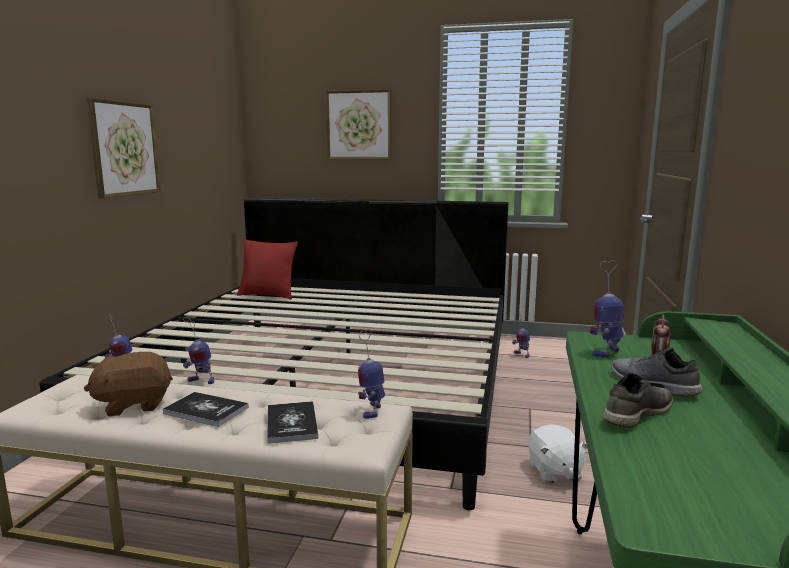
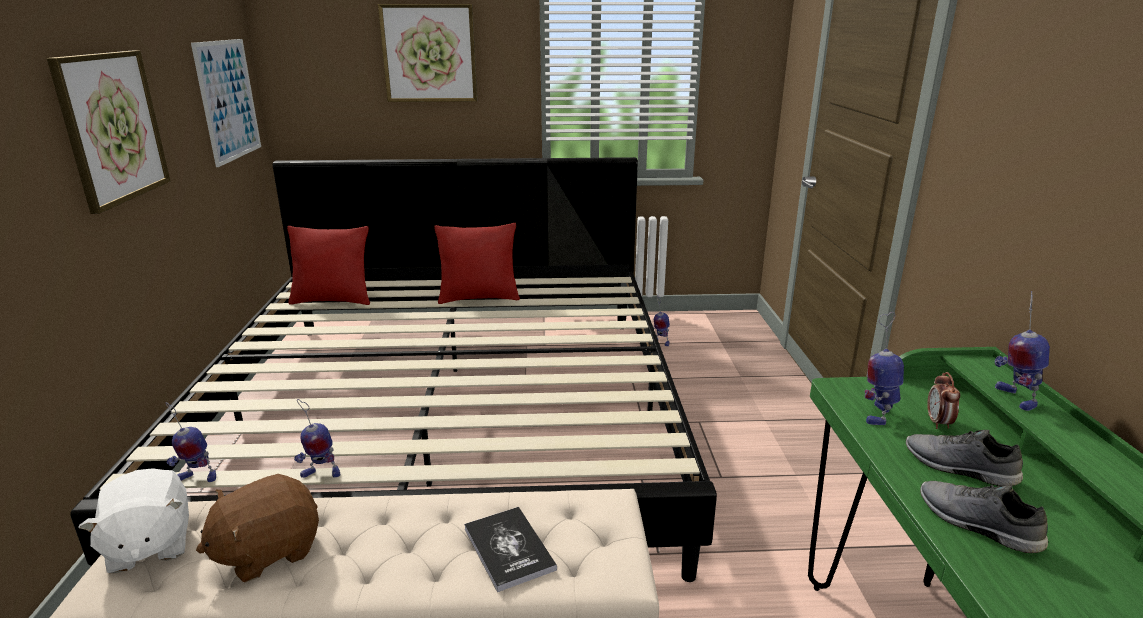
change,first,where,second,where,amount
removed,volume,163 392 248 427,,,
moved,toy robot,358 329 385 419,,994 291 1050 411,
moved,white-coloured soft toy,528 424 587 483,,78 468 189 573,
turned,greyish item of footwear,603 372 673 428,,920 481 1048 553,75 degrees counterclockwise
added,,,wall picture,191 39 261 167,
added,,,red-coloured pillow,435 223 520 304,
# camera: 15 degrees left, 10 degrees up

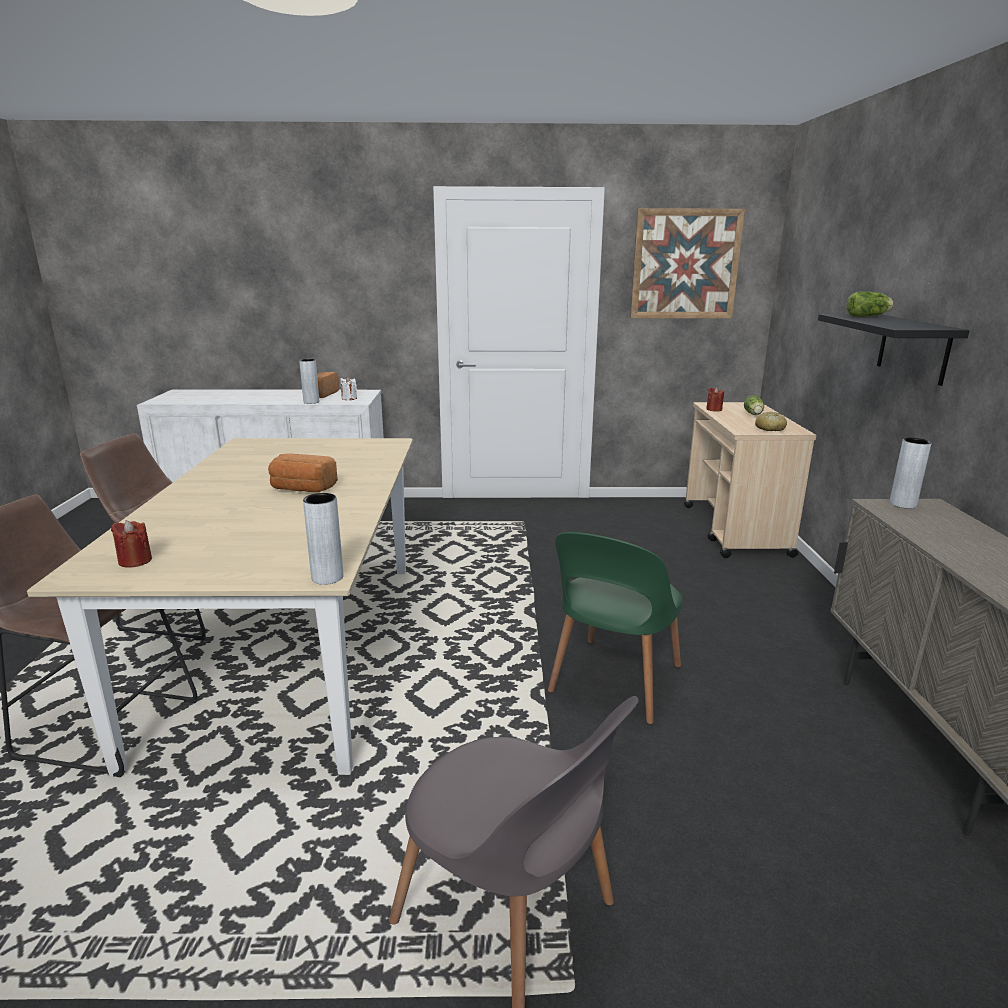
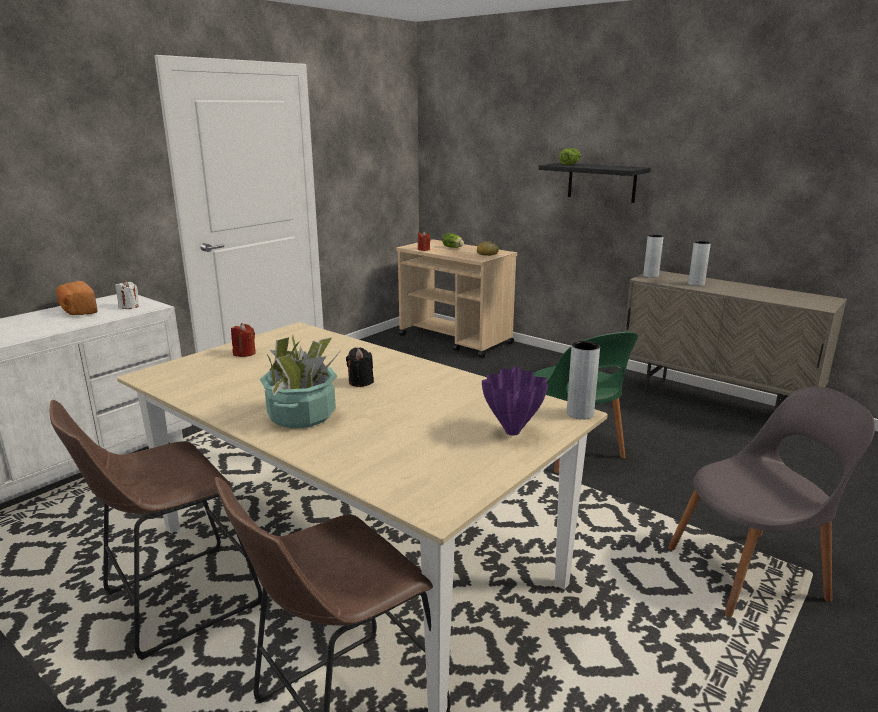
change,first,where,second,where,amount
moved,red-coloured wax candle,111 520 152 568,,231 323 256 357,
replaced,bread,268 453 338 492,black wax candle,346 348 374 387,
moved,greyish decorative vase,299 359 319 404,,688 241 711 286,
removed,wall picture,630 208 745 319,,,
added,,,potted plant,260 334 339 428,
added,,,purplish decorative vase,482 367 548 436,
# camera: 50 degrees left, 0 degrees up

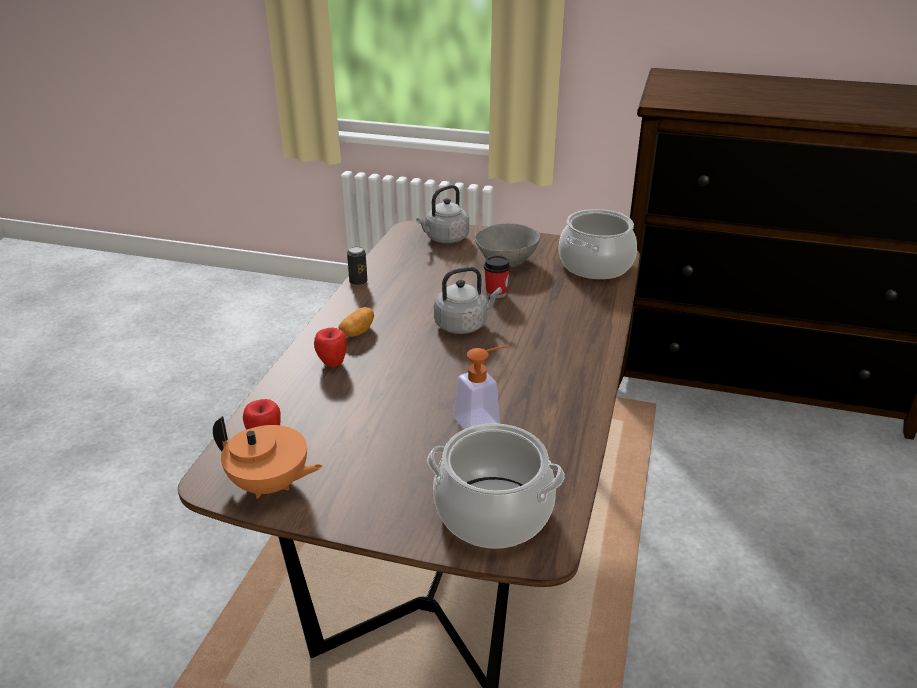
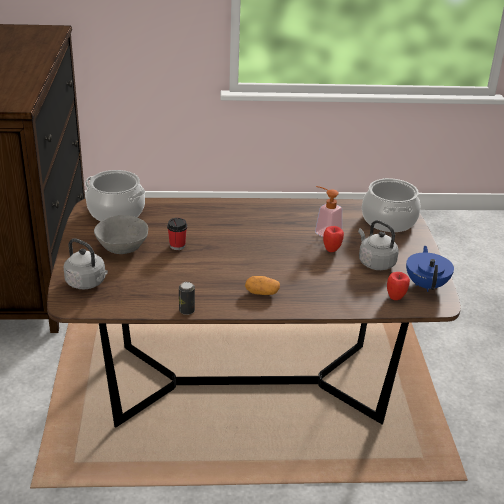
change,first,where,second,where,amount
recoloured,orangey teapot,213 416 323 499,bluish teapot,406 246 454 292,
moved,whole apple,314 327 347 367,,323 226 344 252,
moved,greyish kettle,434 267 502 334,,358 220 399 270,
# camera: 110 degrees left, 0 degrees up

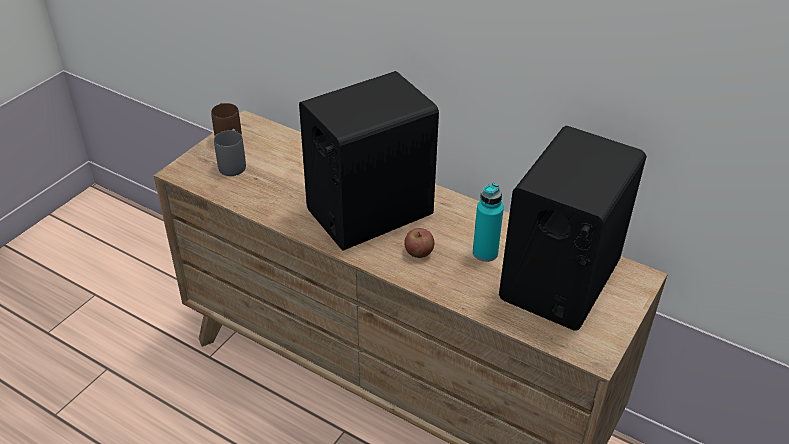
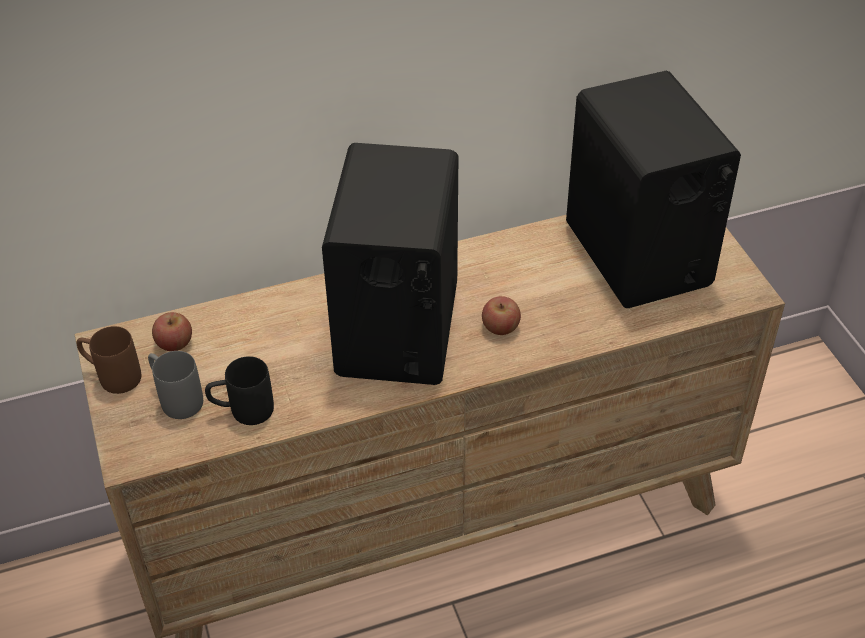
change,first,where,second,where,amount
removed,blue-green beverage bottle,473 183 504 262,,,
added,,,whole apple,152 312 192 351,
added,,,black mug,205 356 274 425,
# camera: 50 degrees left, 5 degrees up

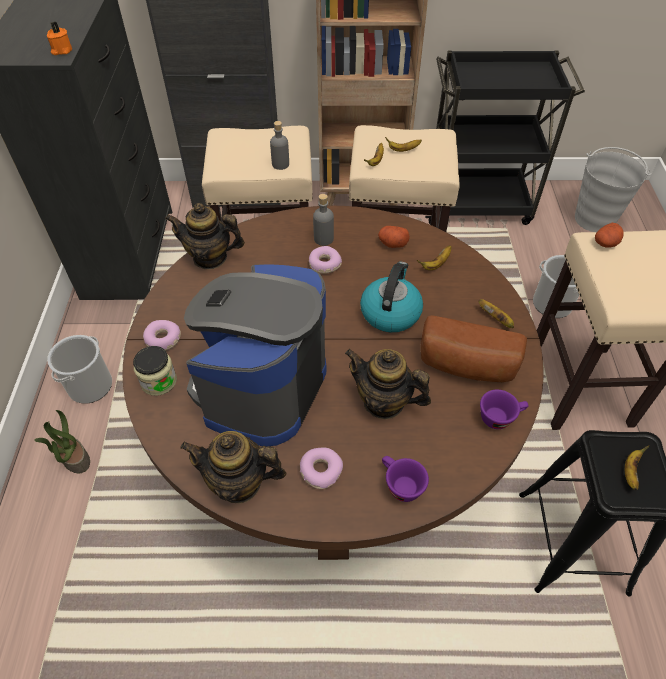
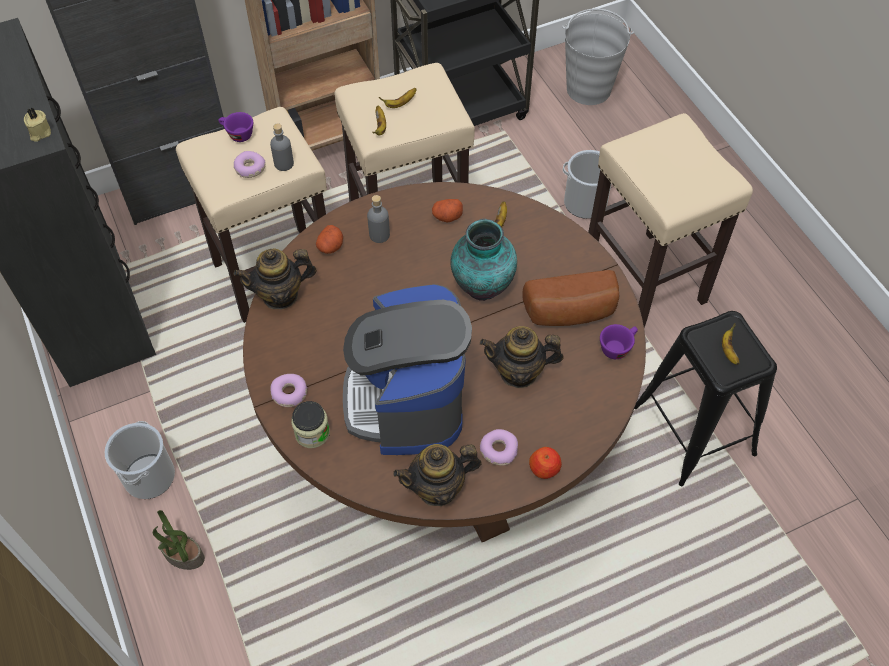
change,first,where,second,where,amount
recoloured,orangey wax candle,47 21 72 55,beige-coloured wax candle,24 108 51 142,
moved,donut,309 246 342 274,,234 151 266 178,
replaced,kettle,360 261 423 332,decorative vase,451 219 517 301,
moved,purplish cup,382 456 429 502,,218 112 253 142,
removed,whole banana,478 299 514 328,,,
moved,spud,595 223 624 248,,316 225 343 254,
added,,,whole apple,529 447 562 479,
# camera: 25 degrees left, 5 degrees up

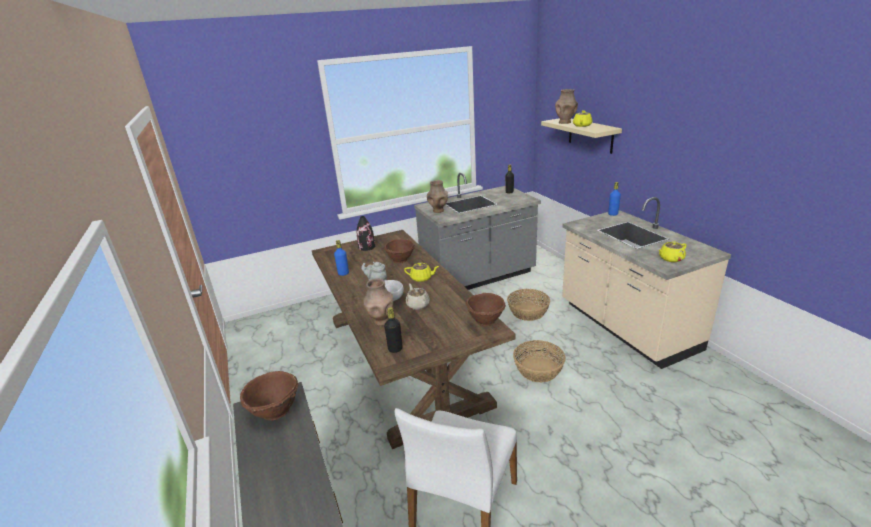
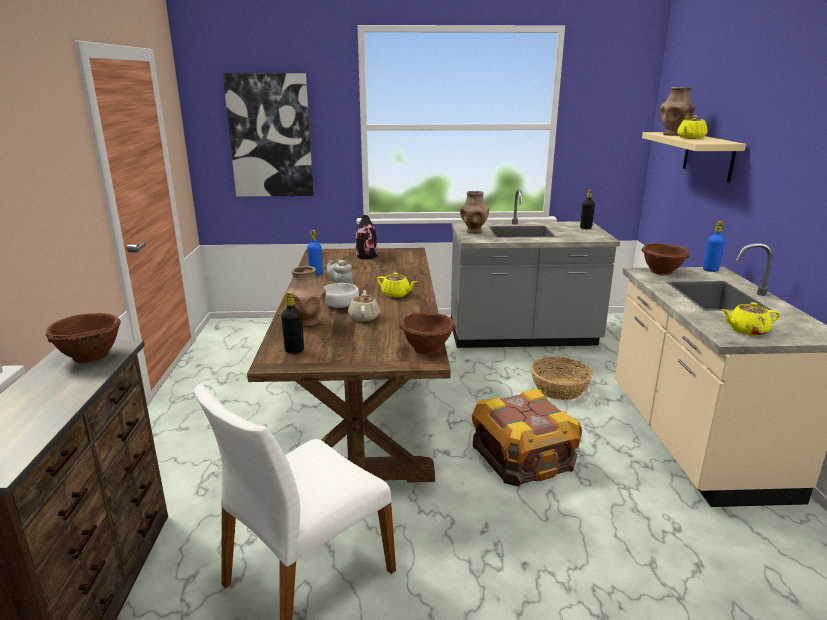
change,first,where,second,where,amount
moved,brown-coloured bowl,384 239 415 263,,642 243 690 275,
replaced,basket,513 340 566 383,crate,472 388 582 487,
added,,,wall picture,223 73 314 197,
# camera: 20 degrees right, 5 degrees down

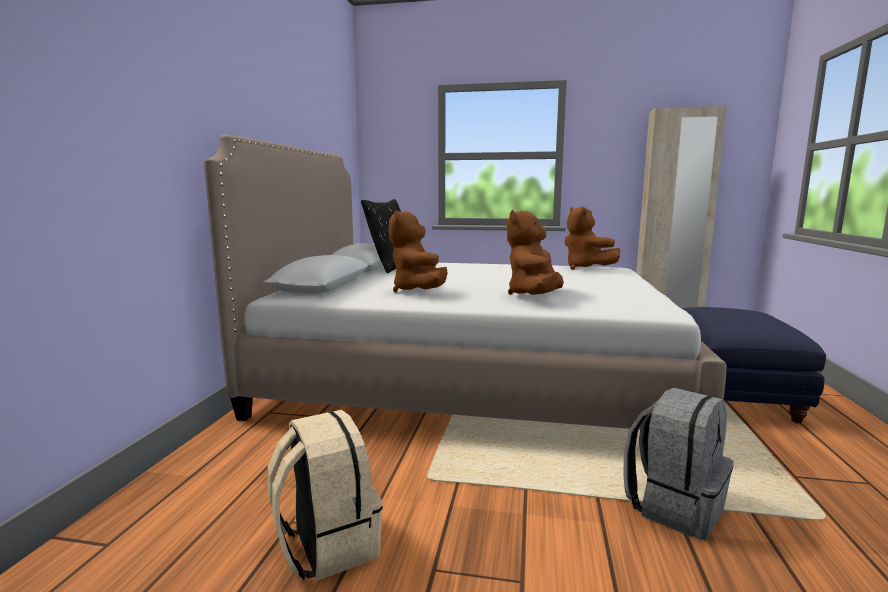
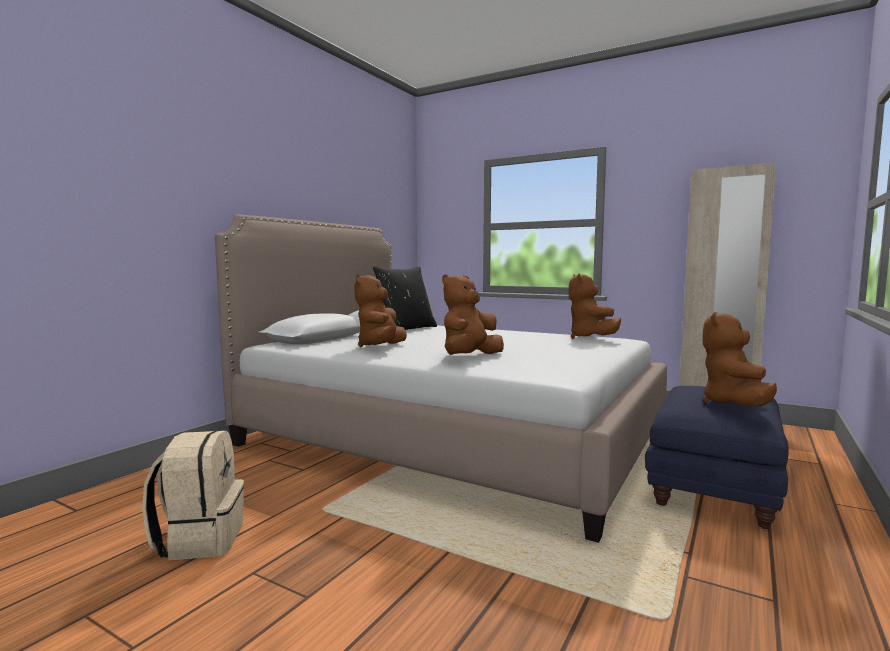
change,first,where,second,where,amount
removed,greyish knapsack,623 388 734 540,,,
added,,,brown-coloured soft toy,702 312 777 406,
# camera: 20 degrees right, 5 degrees down

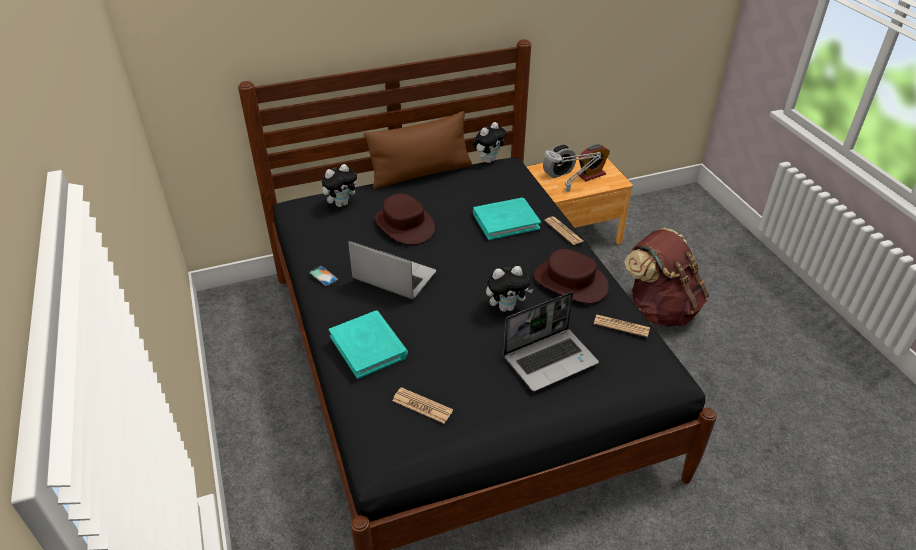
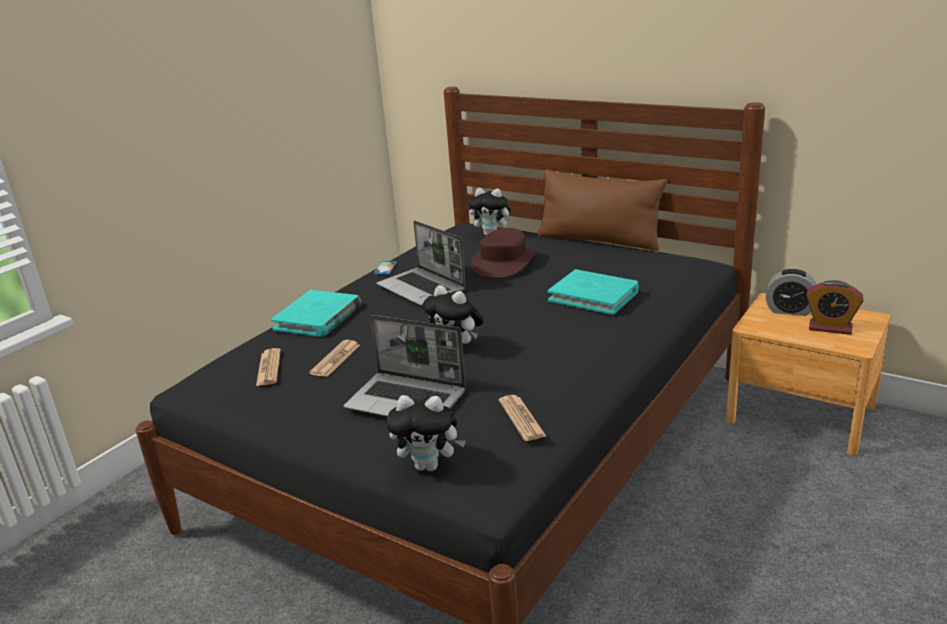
change,first,where,second,where,amount
turned,laptop,348 241 436 299,,377 220 466 306,150 degrees clockwise
moved,soft toy,473 122 507 163,,386 395 466 471,
removed,brown-coloured hat,534 249 609 304,,,
removed,greyish lamp for a table,544 150 602 192,,,
moved,newspaper,544 216 583 245,,309 340 360 377,
removed,brown-coloured knapsack,624 227 709 326,,,
# camera: 55 degrees right, 15 degrees down

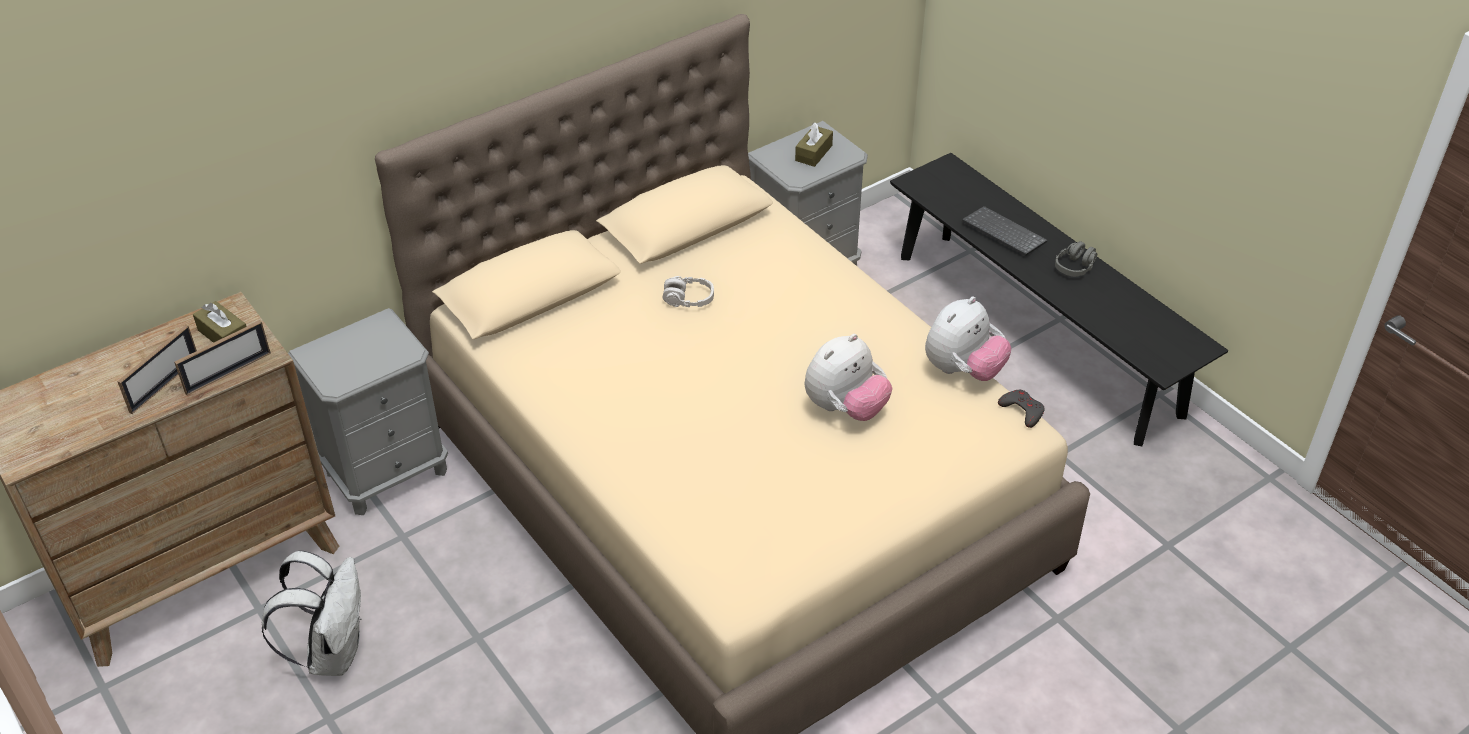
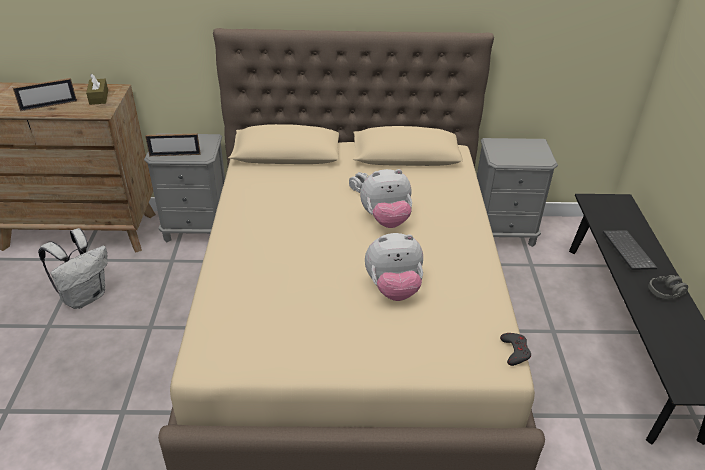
change,first,where,second,where,amount
moved,standing frame,174 320 271 395,,145 133 201 156,
removed,brown-coloured tissue holder,795 123 833 167,,,
moved,soft toy,925 296 1011 381,,360 169 412 228,
# camera: 35 degrees right, 5 degrees down

